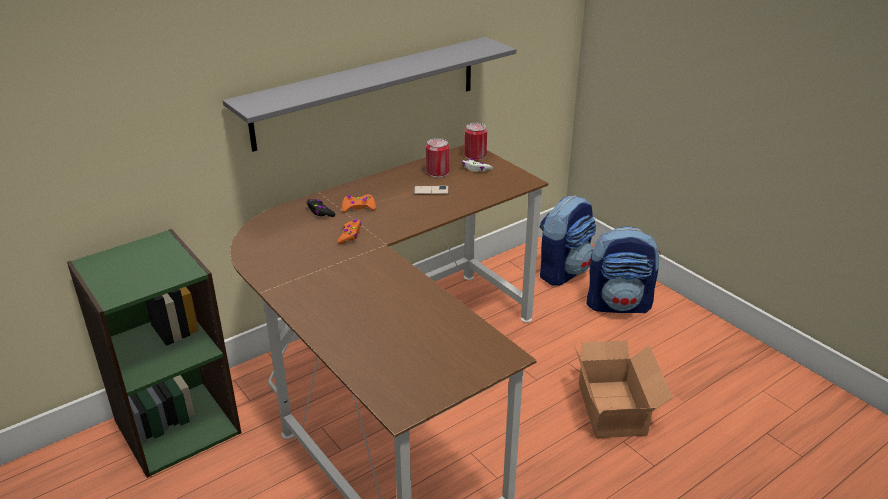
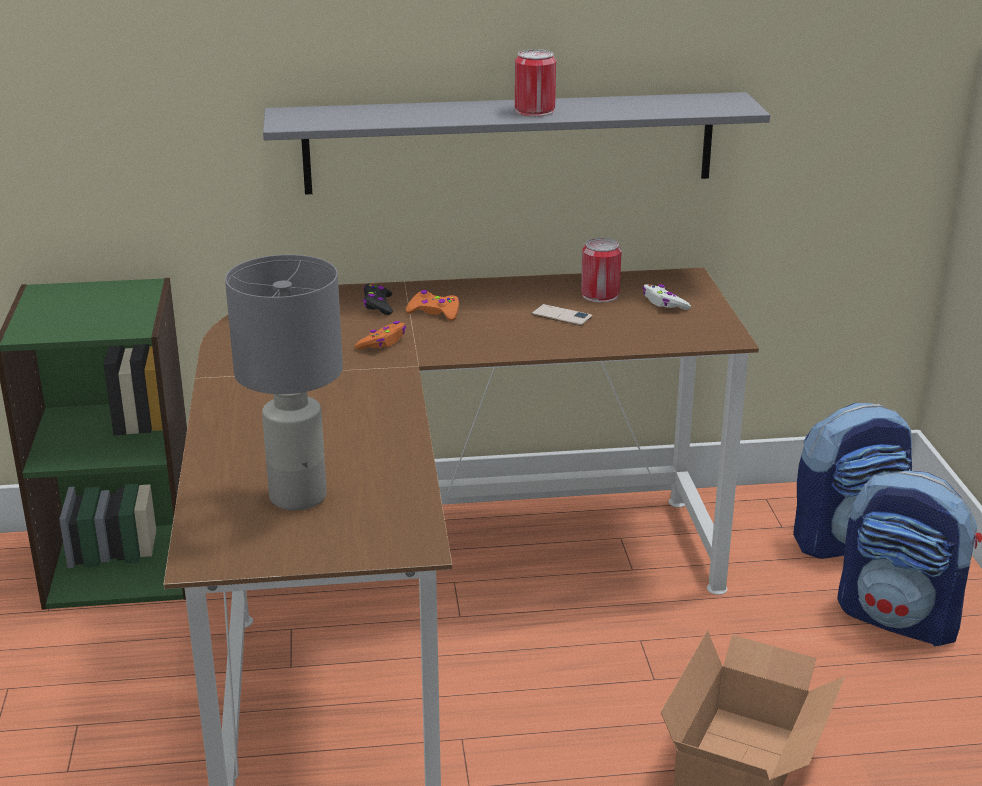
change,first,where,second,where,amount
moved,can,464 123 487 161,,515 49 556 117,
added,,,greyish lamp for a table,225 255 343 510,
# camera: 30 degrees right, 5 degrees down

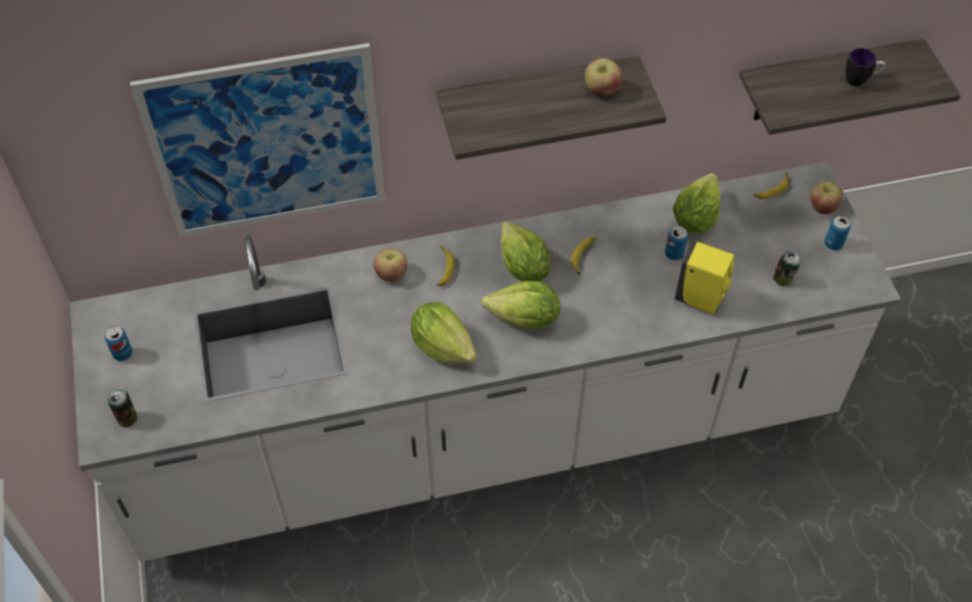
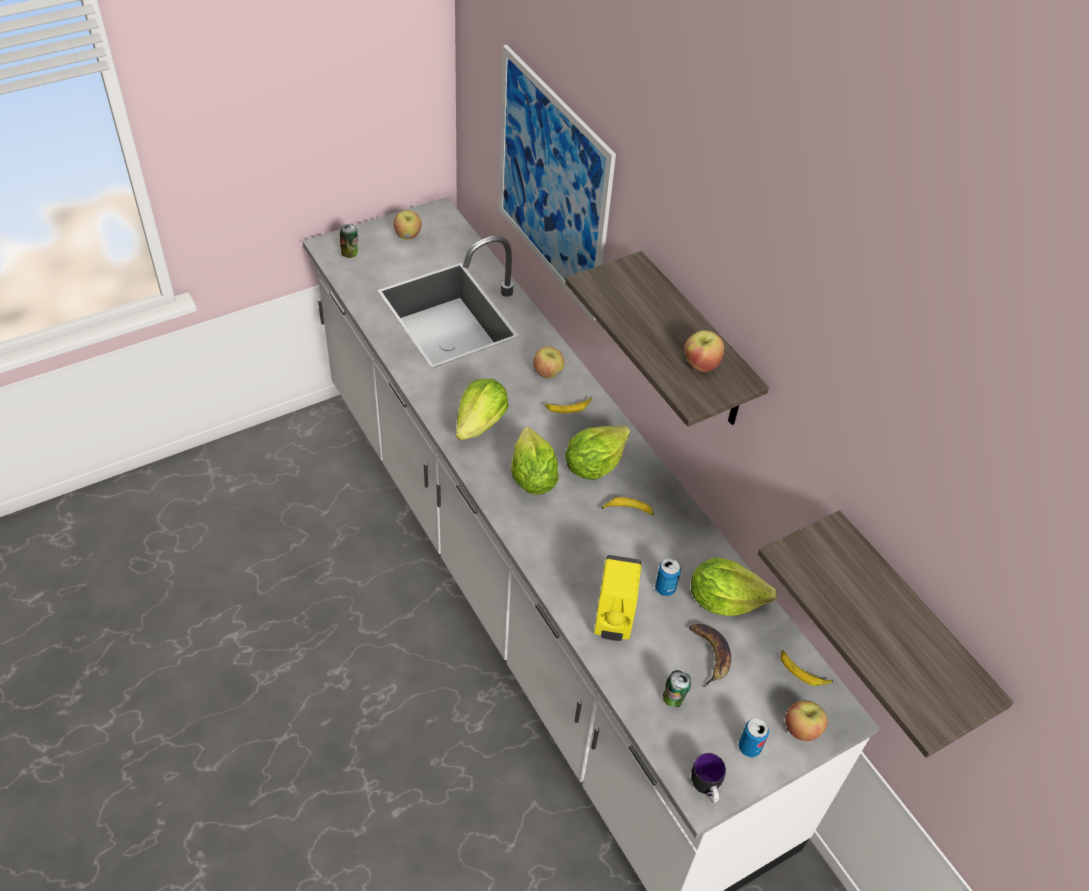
change,first,where,second,where,amount
replaced,can,104 326 132 361,whole apple,393 210 422 239,
moved,mug,846 48 886 86,,691 753 726 803,
added,,,whole banana,689 624 731 687,
# camera: 70 degrees right, 5 degrees down

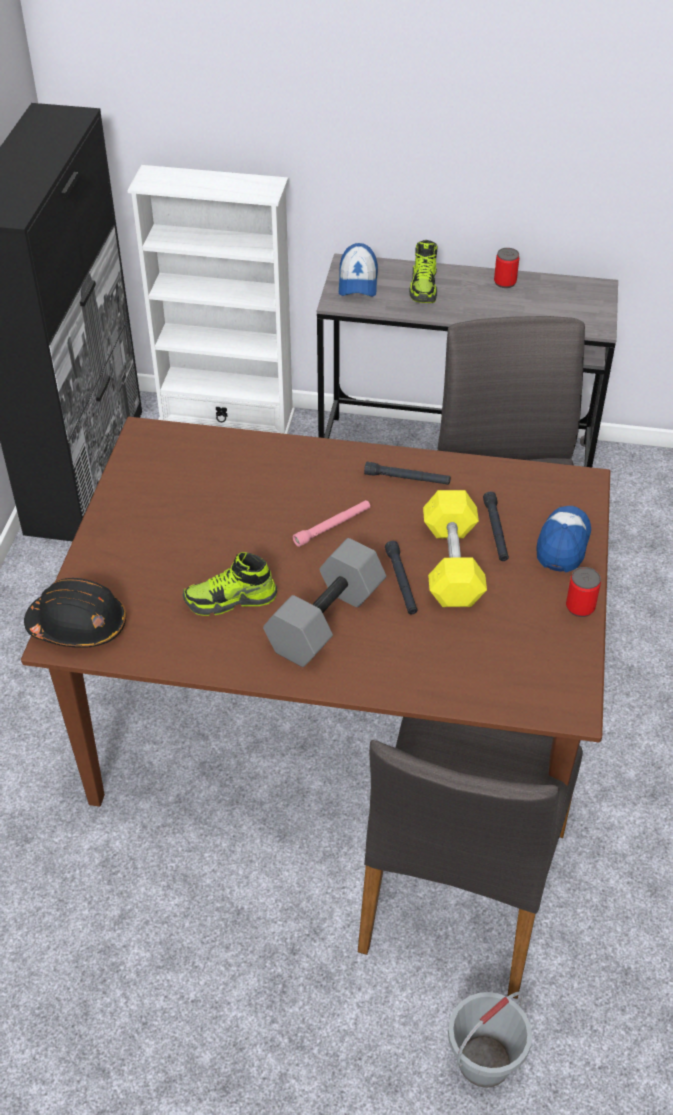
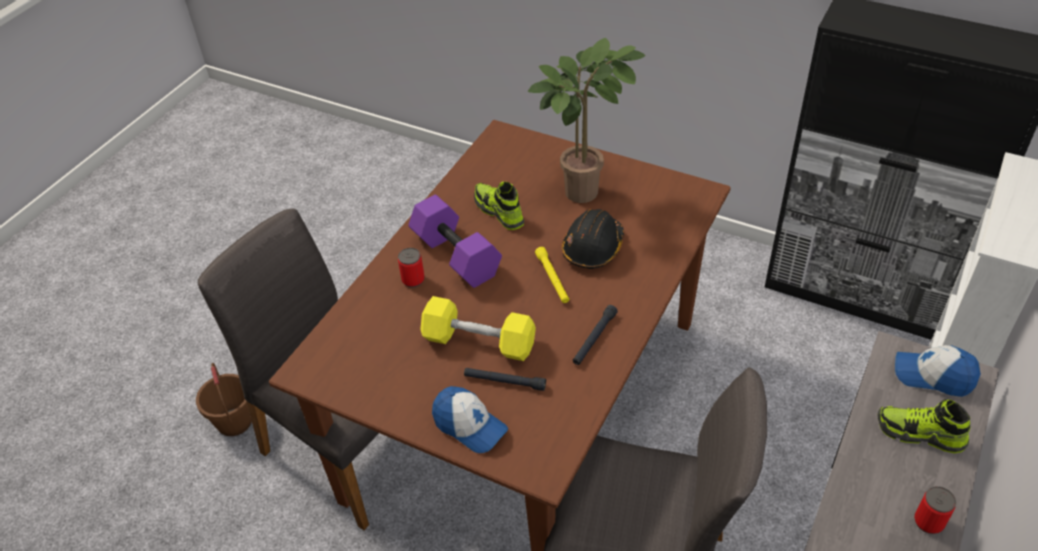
change,first,where,second,where,amount
moved,black hard hat,24 578 126 648,,562 209 624 269,
turned,item of footwear,183 552 277 616,,474 181 524 230,45 degrees counterclockwise
recoloured,greyish dumbbell,263 538 386 667,purplish dumbbell,408 195 502 288,
recoloured,pink hand torch,293 500 370 547,yellow-coloured hand torch,535 247 569 303,
removed,black hand torch,385 541 418 614,,,
recoloured,greyish bucket,448 992 532 1088,brown-coloured bucket,196 363 252 436,
moved,can,566 567 601 617,,398 248 425 288,
added,,,potted plant,528 38 645 203,
# camera: 110 degrees right, 0 degrees up

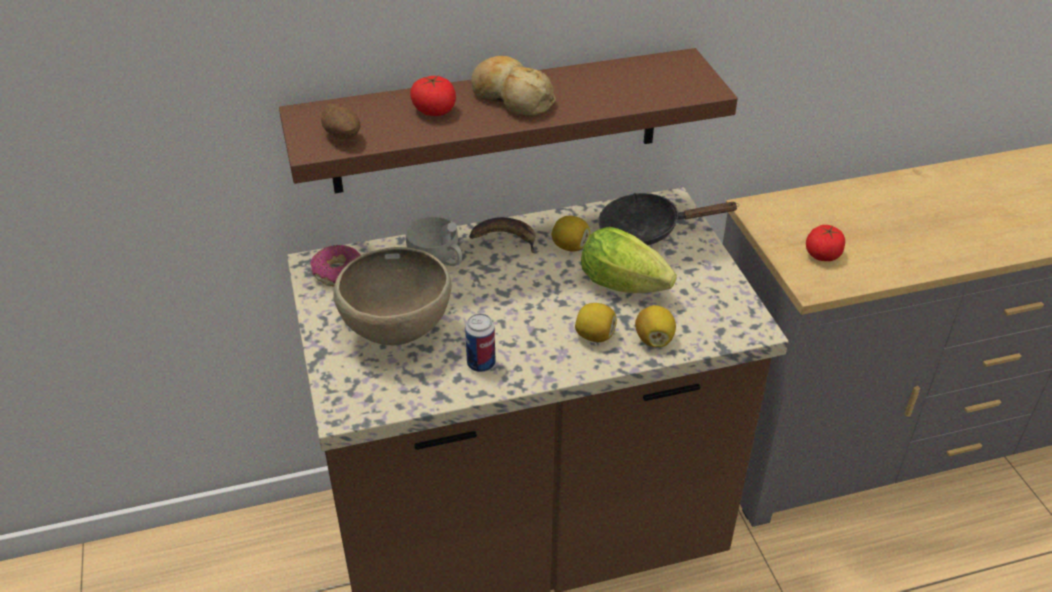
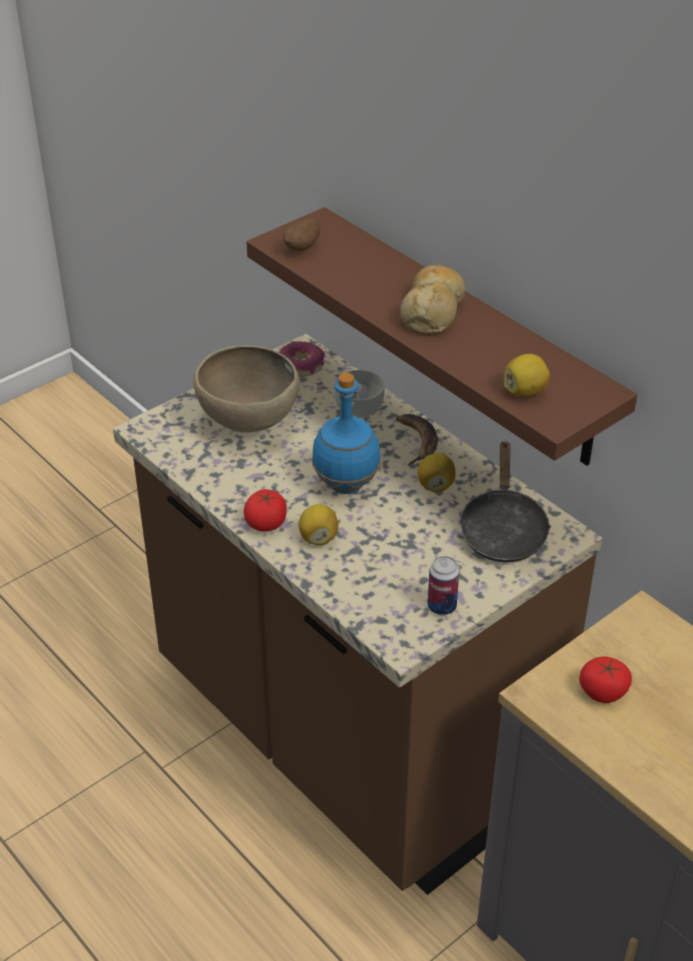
change,first,where,second,where,amount
moved,fresh tomato,410 75 456 116,,244 489 287 531,
moved,can,465 313 495 372,,428 556 459 615,
removed,lettuce head,581 227 677 293,,,
turned,black skillet,598 193 738 245,,458 440 551 562,150 degrees counterclockwise
moved,lemon,635 305 676 347,,503 354 550 397,
added,,,bluish beverage bottle,312 373 381 494,
# camera: 65 degrees right, 0 degrees up

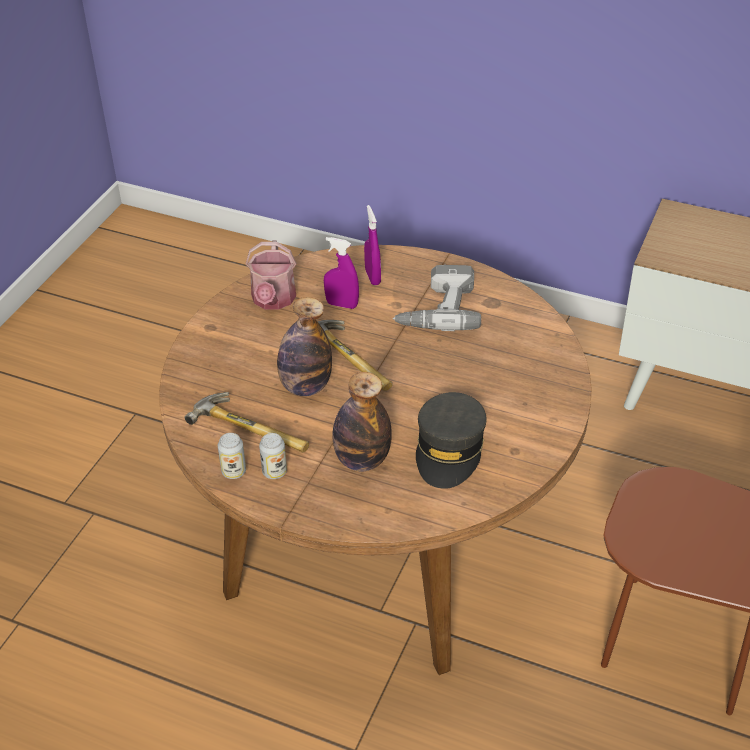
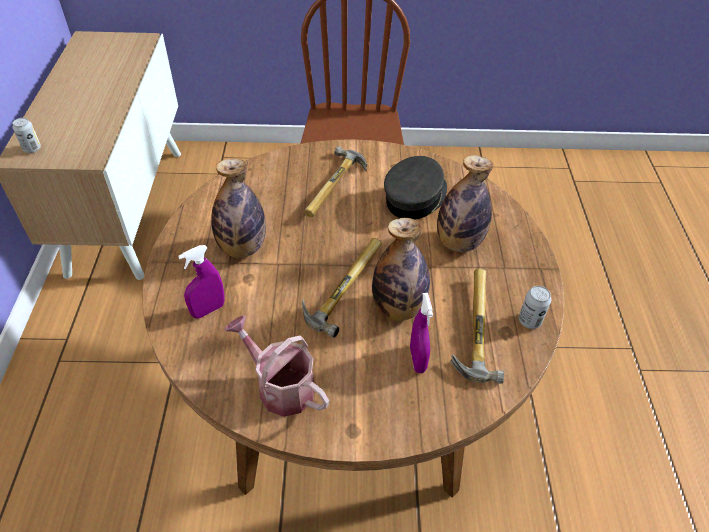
change,first,where,second,where,amount
turned,watering pot,246 240 296 310,,225 315 329 417,120 degrees counterclockwise
moved,can,259 433 287 479,,13 118 41 153,
moved,purplish sprayer,324 237 359 309,,410 293 433 373,
replaced,drill,393 265 481 331,beverage bottle,211 159 266 258,
turned,greyish cap,416 392 486 489,,384 156 447 220,45 degrees counterclockwise
added,,,tool hammer,304 146 367 217,
# camera: 115 degrees left, 5 degrees up

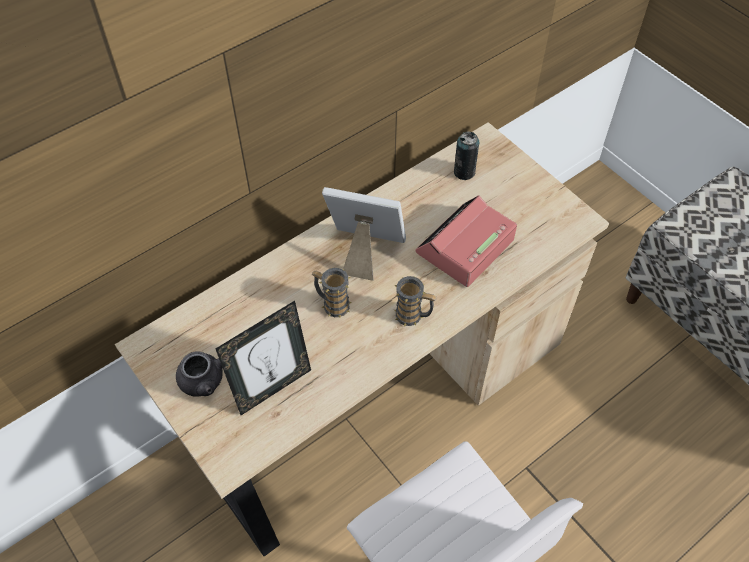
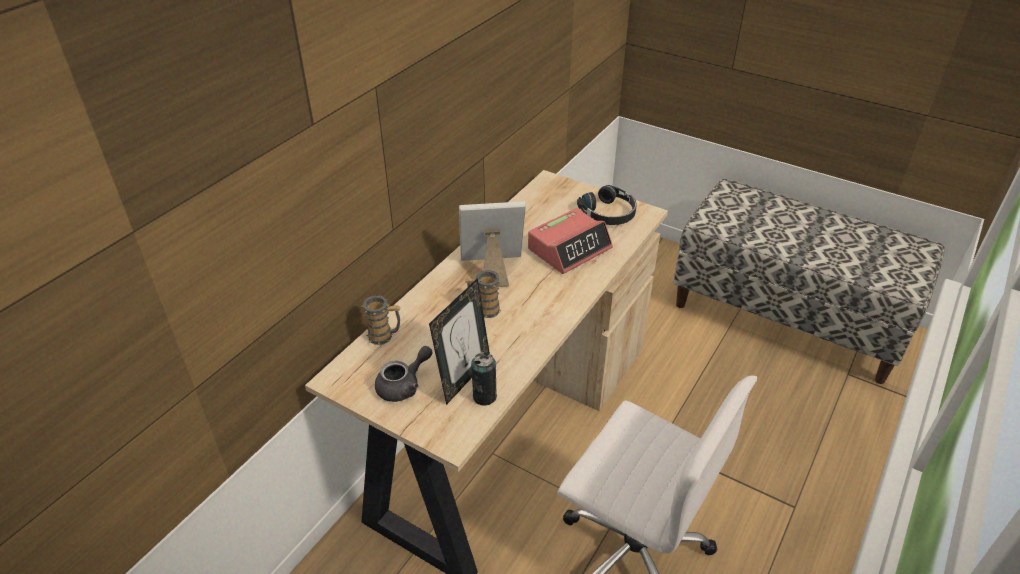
change,first,where,second,where,amount
moved,mug,394 276 437 326,,362 295 401 345,
turned,table clock,415 195 517 287,,528 208 613 274,150 degrees counterclockwise
moved,can,454 131 480 180,,471 352 497 406,
added,,,black headphones,577 185 637 225,
# camera: 20 degrees left, 15 degrees down

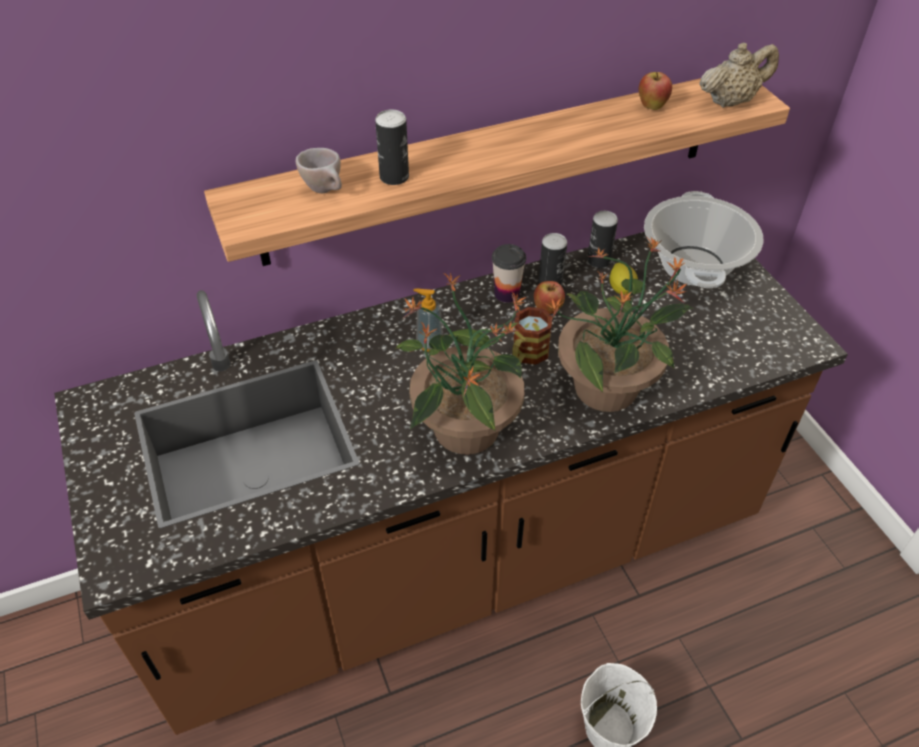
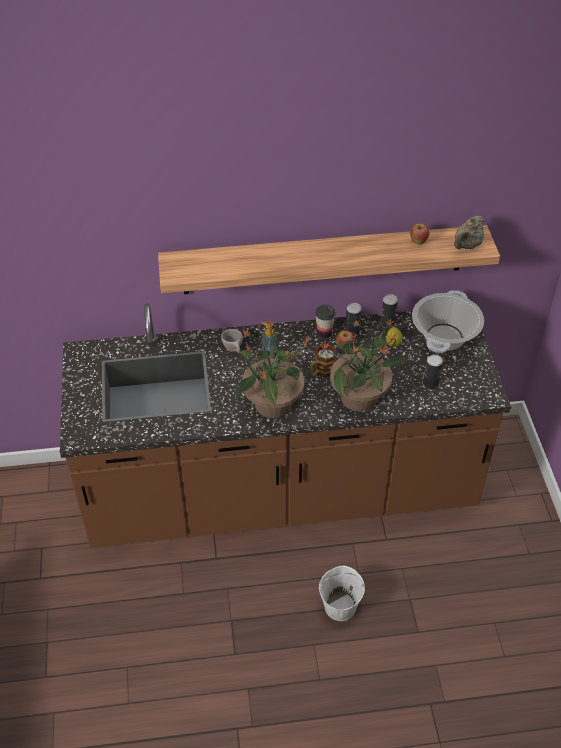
change,first,where,second,where,amount
moved,beige-coloured cup,296 148 342 193,,221 329 243 353,
moved,can,375 109 409 185,,423 354 443 389,
turned,beige-coloured teapot,699 43 779 108,,454 215 484 249,135 degrees clockwise
# camera: 15 degrees right, 0 degrees up

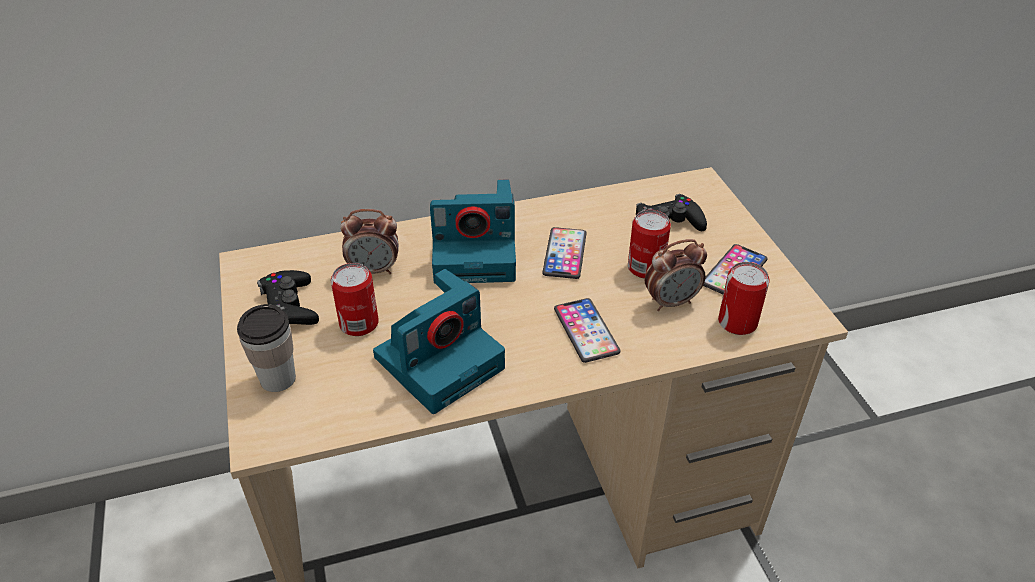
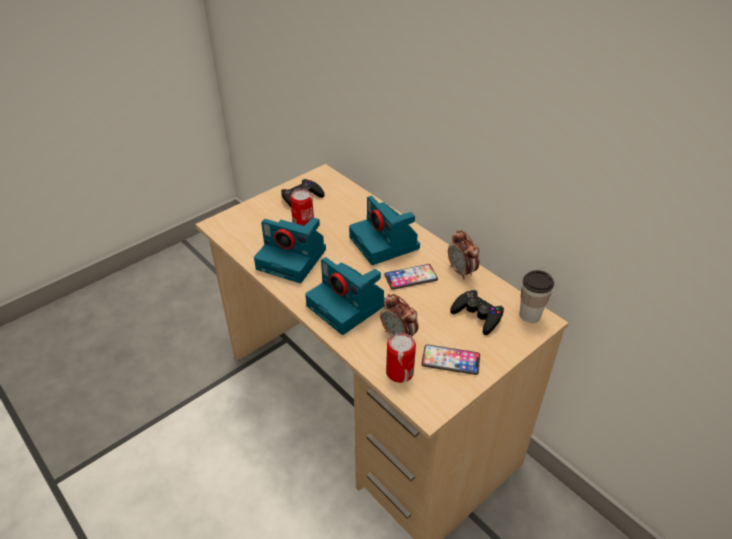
change,first,where,second,where,amount
moved,cup,237 304 296 392,,519 270 554 323,
moved,table clock,340 209 399 274,,448 230 480 280,
replaced,handset,554 298 621 363,photo camera,305 257 385 335,
removed,can,628 210 671 279,,,
# camera: 65 degrees right, 0 degrees up

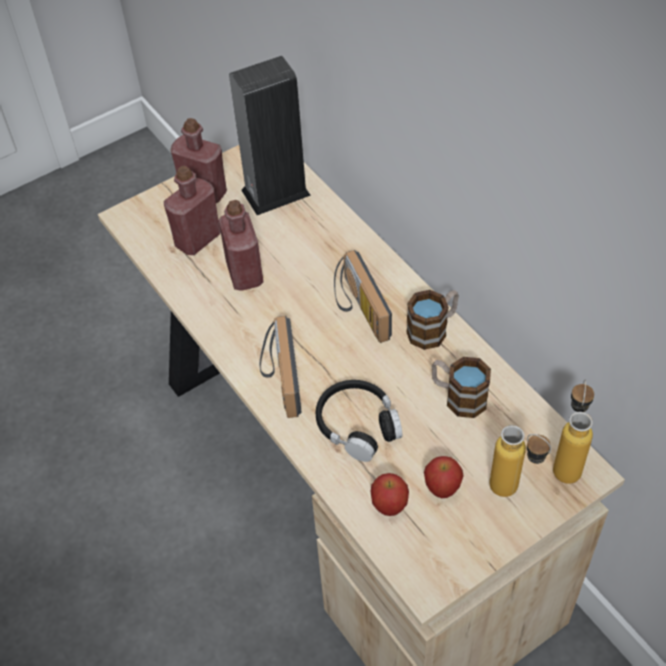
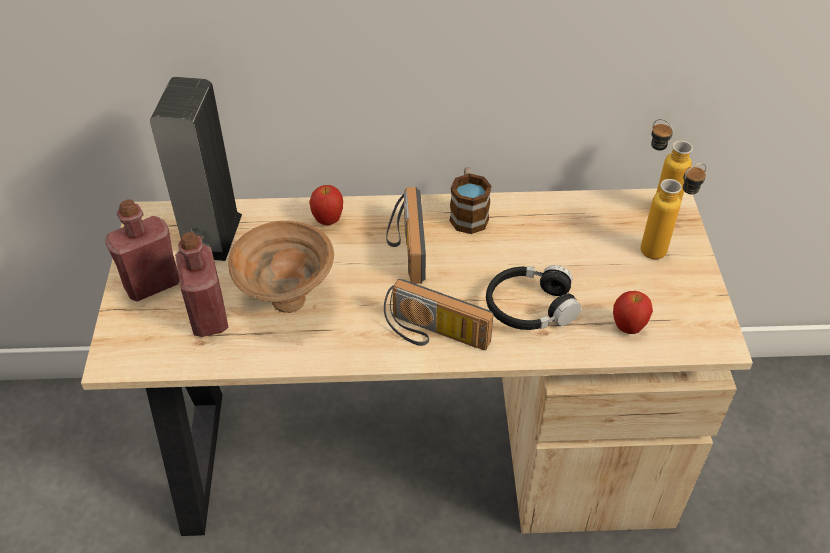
change,first,where,second,where,amount
replaced,red-coloured beverage bottle,219 200 263 291,brown-coloured bowl,228 221 334 313,
turned,radio set,334 250 392 343,,386 187 426 284,75 degrees clockwise
moved,whole apple,424 456 463 498,,309 185 343 225,
removed,mug,432 357 491 418,,,
# camera: 60 degrees left, 5 degrees down

